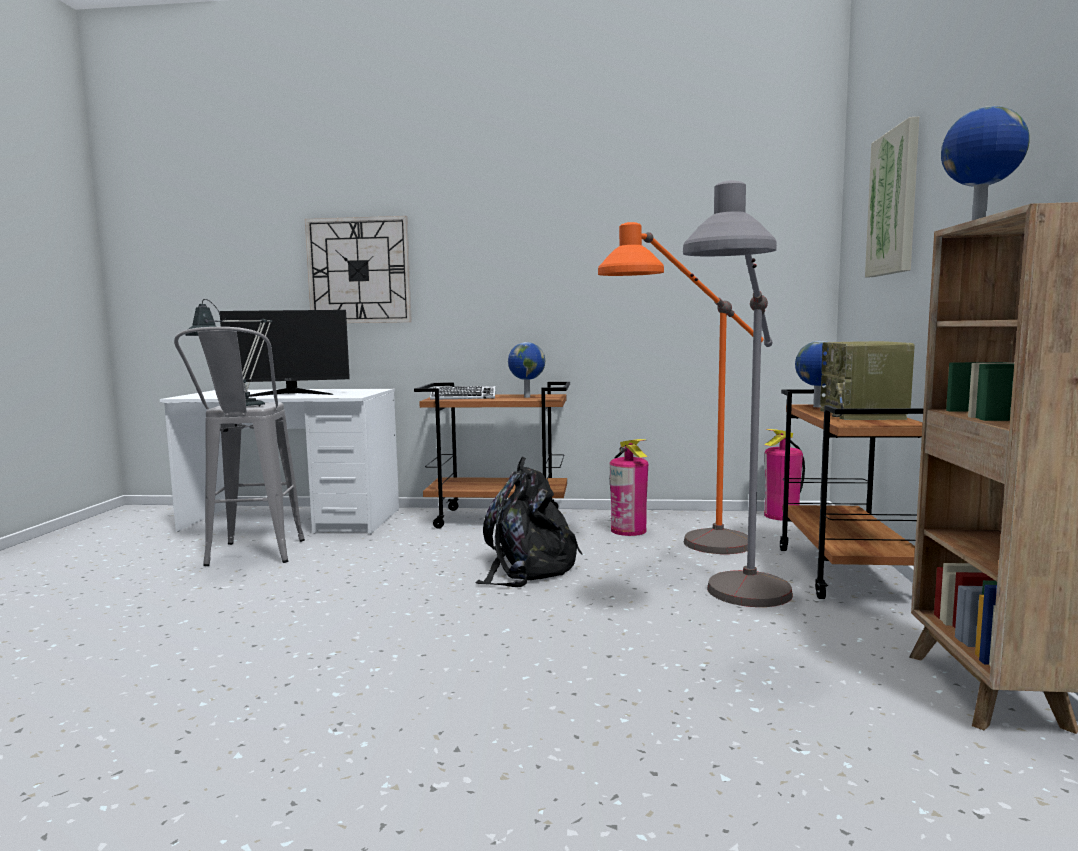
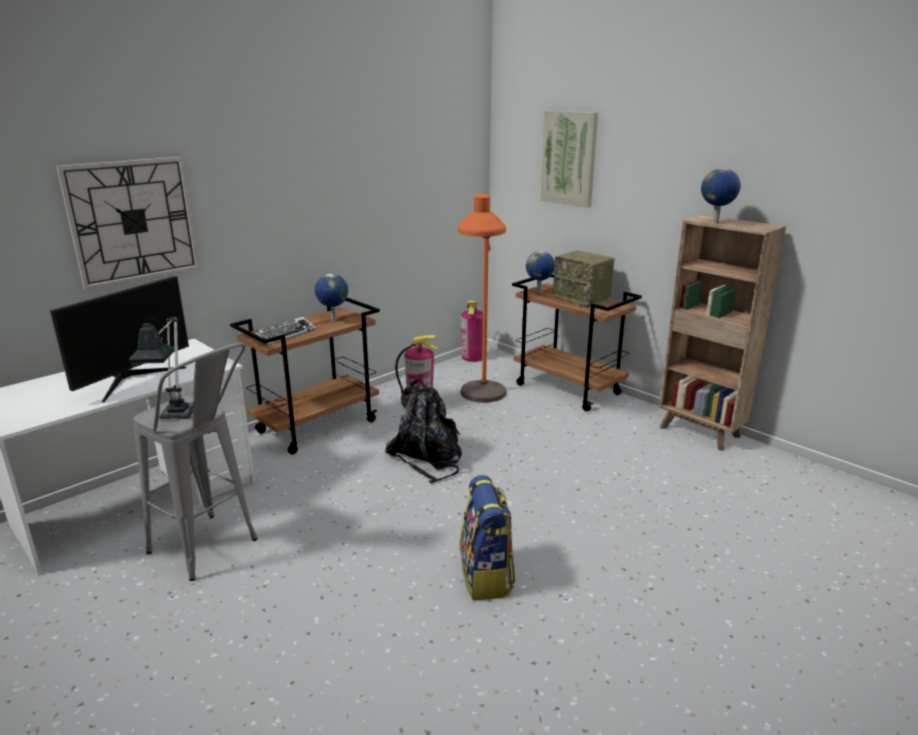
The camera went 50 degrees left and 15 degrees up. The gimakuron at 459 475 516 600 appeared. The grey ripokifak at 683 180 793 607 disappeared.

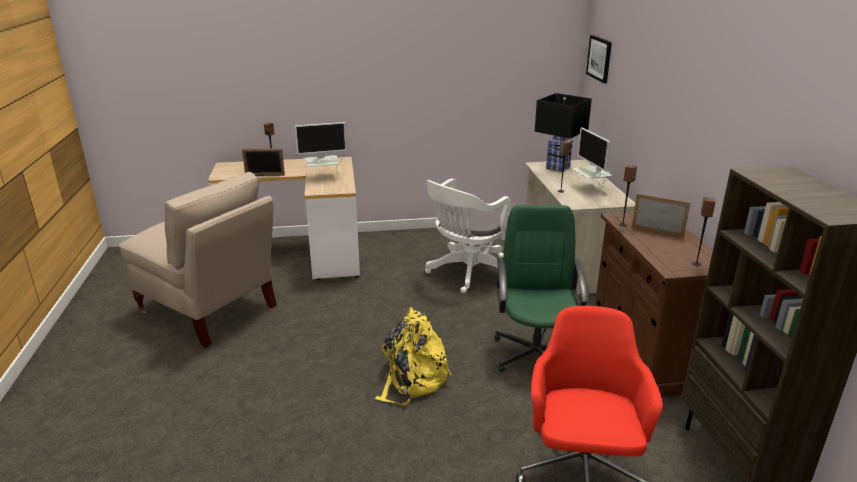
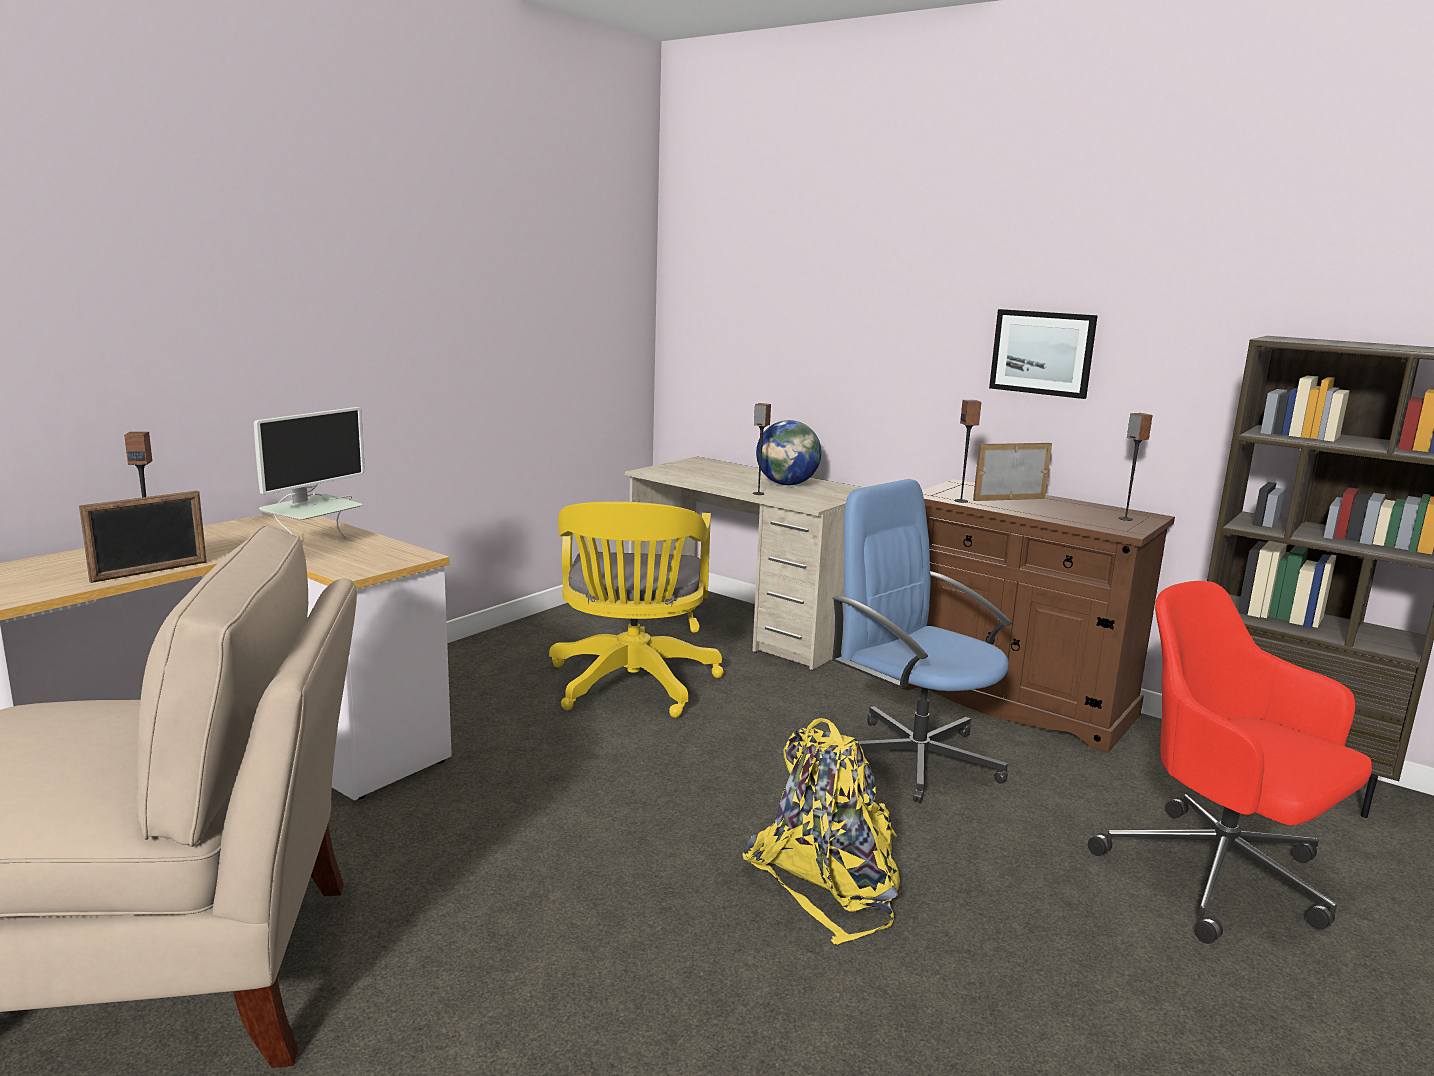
The camera went 45 degrees left and 10 degrees down. The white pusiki at 425 178 511 293 became the yellow pusiki at 549 501 724 718. The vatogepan at 573 127 612 192 was replaced by the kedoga at 756 420 821 485. The green pusiki at 494 205 590 372 became the blue pusiki at 832 479 1012 803. The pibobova moved from 586 35 612 83 to 989 309 1098 399. The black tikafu at 535 93 592 172 disappeared.

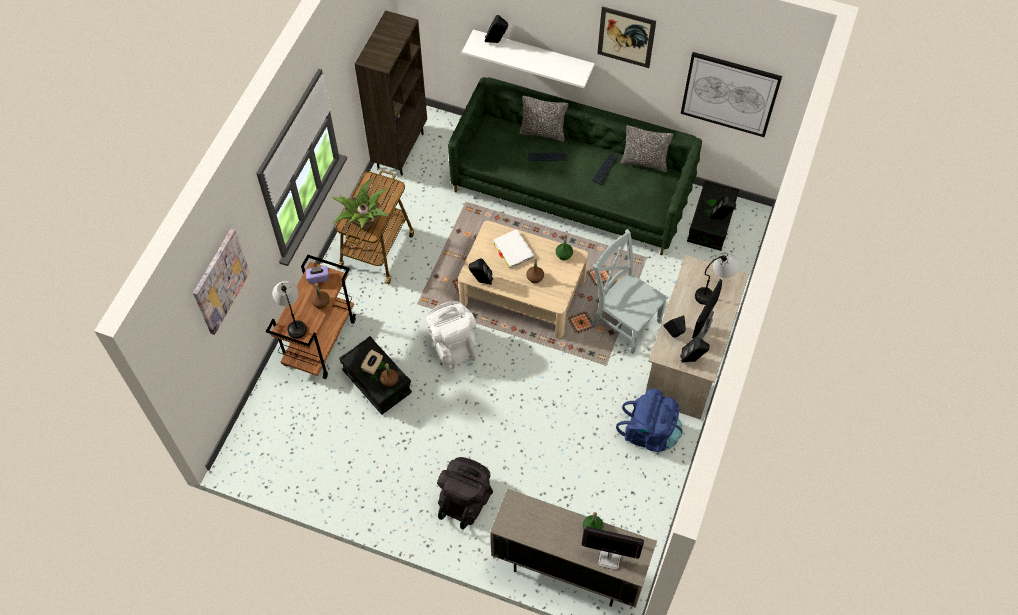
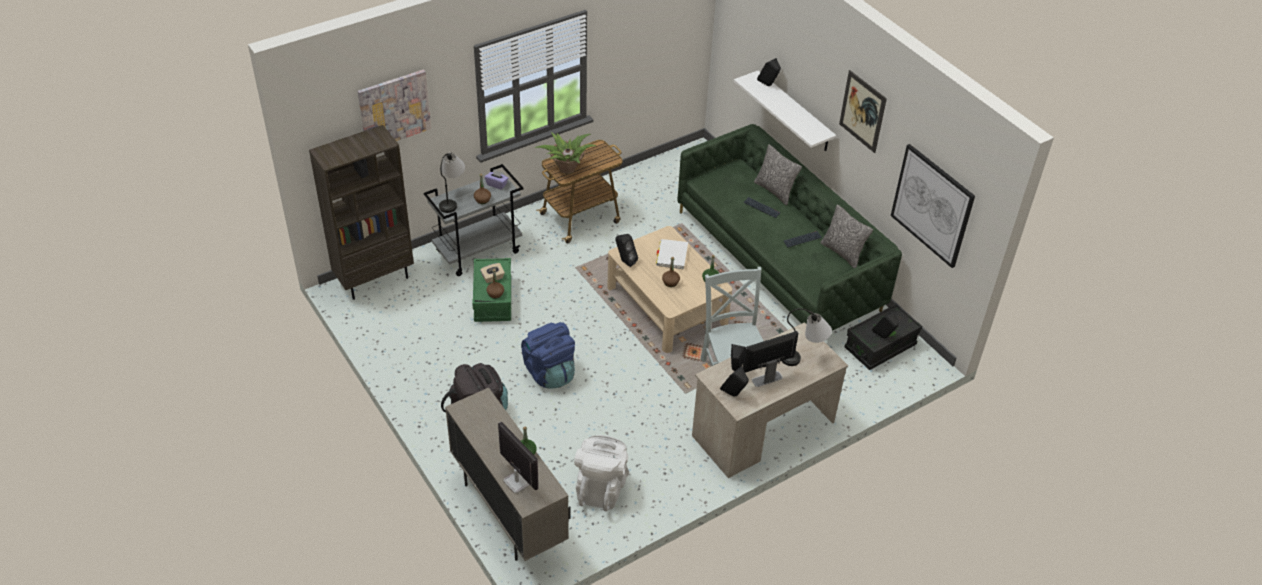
The camera went 35 degrees right and 15 degrees down. The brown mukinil moved from 355 10 427 176 to 309 125 414 300. The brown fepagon at 266 255 356 379 became the grey fepagon at 424 164 524 276. The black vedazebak at 339 336 412 415 became the green vedazebak at 472 258 511 322. The blue gimakuron moved from 616 388 683 452 to 521 322 575 389. The white gimakuron moved from 426 301 477 369 to 574 435 629 512.

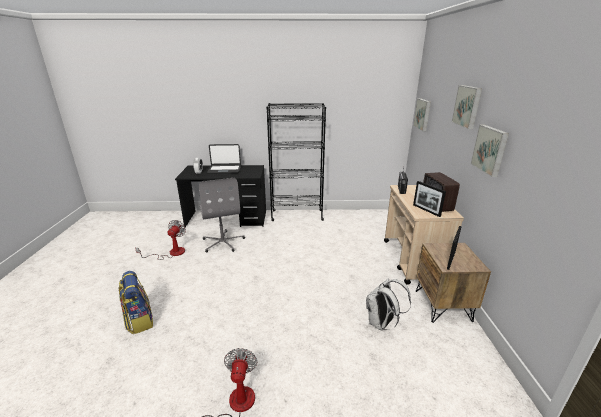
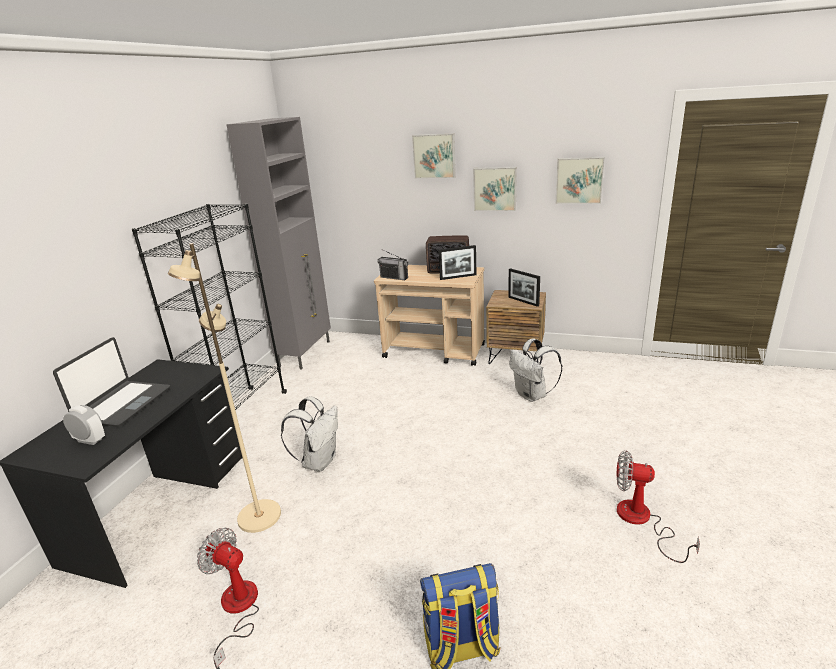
The camera went 70 degrees left and 0 degrees up. The grey pusiki at 199 178 245 252 was replaced by the beige ripokifak at 168 243 281 533. The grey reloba at 226 117 331 370 appeared. The white gimakuron at 281 396 338 472 appeared. The pibobova moved from 413 98 431 131 to 555 157 605 204.

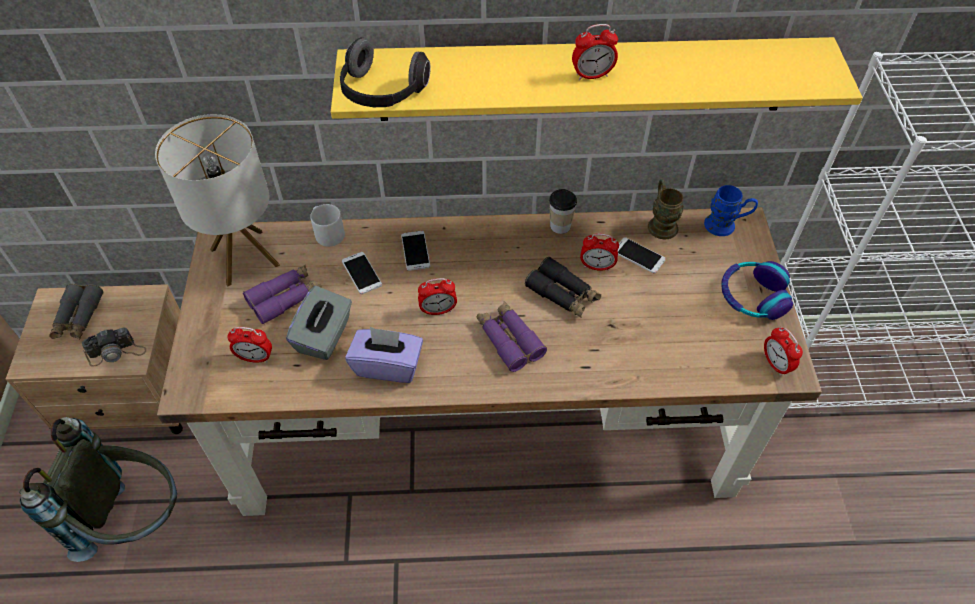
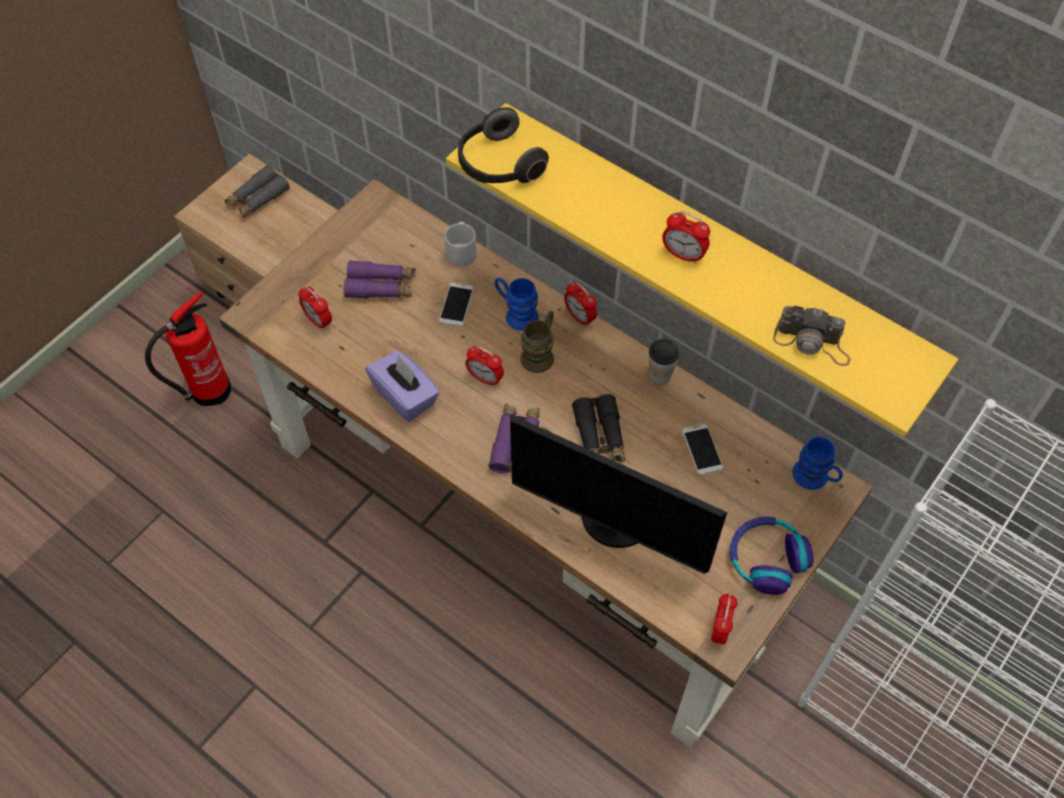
The camera went 40 degrees right and 5 degrees up. The grey gimakuron at 19 417 177 562 was replaced by the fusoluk at 145 292 231 406. The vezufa at 401 231 430 271 was replaced by the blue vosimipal at 495 278 539 331. The vatogepan at 510 414 727 574 appeared. The brown vosimipal moved from 648 179 683 239 to 520 311 554 373. The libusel moved from 580 233 619 271 to 564 282 597 327. The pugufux moved from 82 328 146 366 to 773 306 850 366. The tikafu at 155 114 280 286 disappeared. The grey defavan at 286 286 352 360 disappeared.

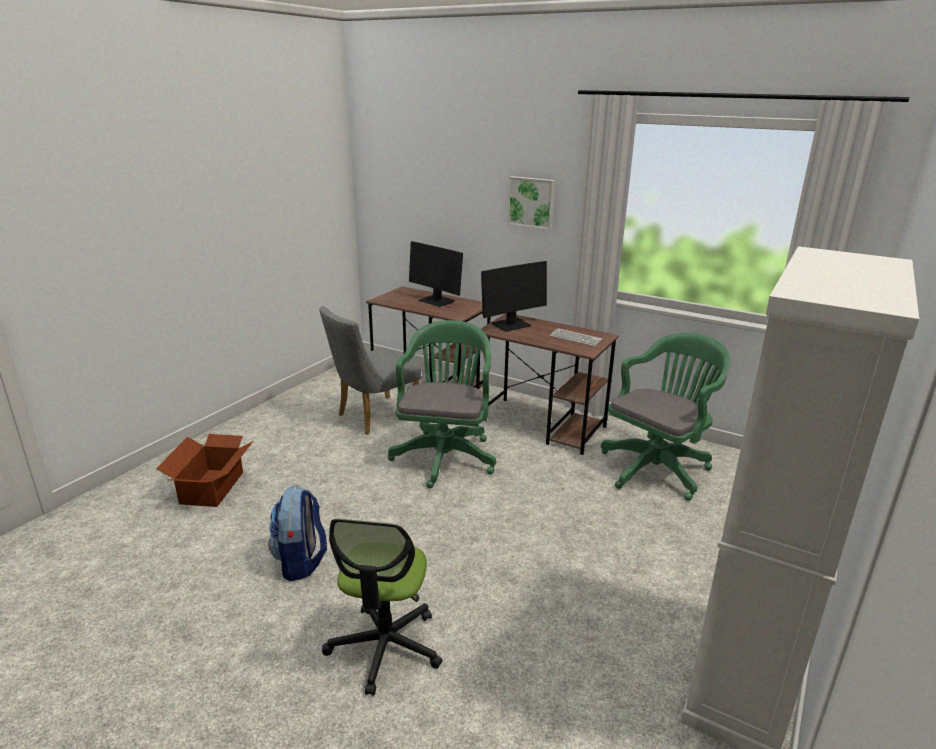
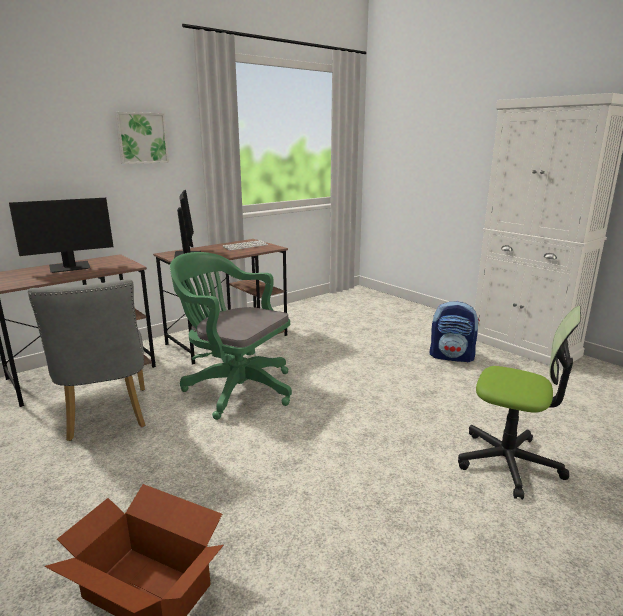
The camera went 70 degrees left and 5 degrees down. The gimakuron moved from 268 485 327 581 to 430 301 480 362. The green pusiki at 600 333 730 501 disappeared.

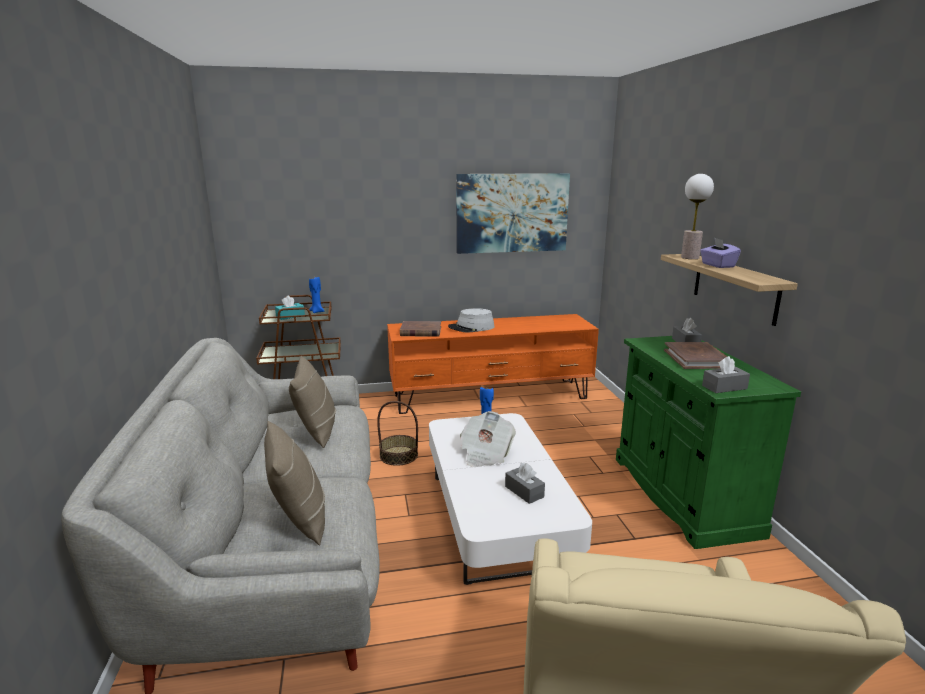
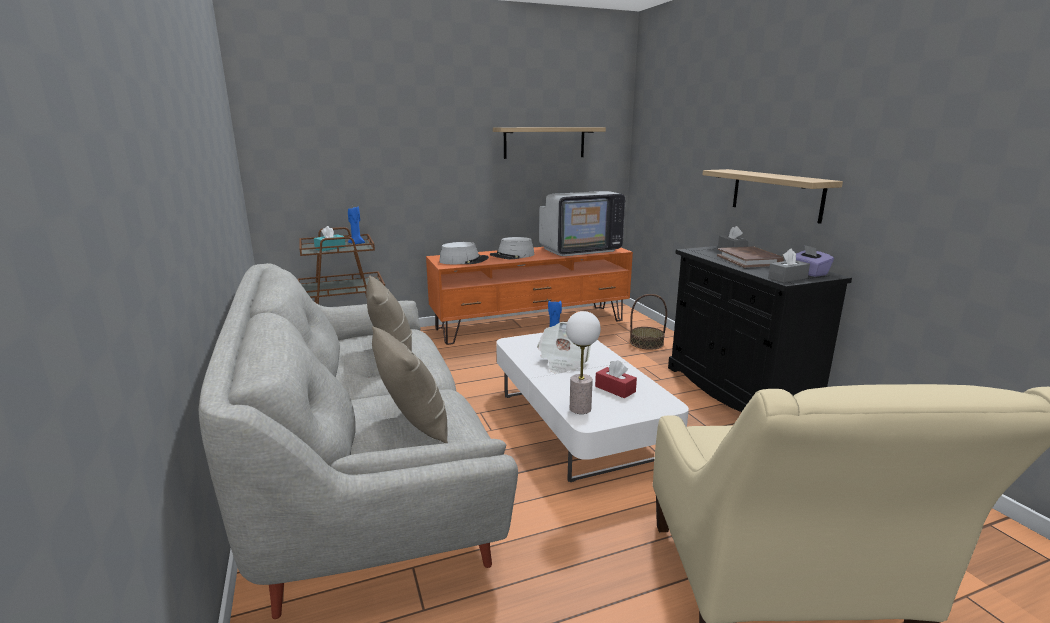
The camera went 10 degrees left and 0 degrees up. The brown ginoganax at 400 321 441 336 was replaced by the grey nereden at 439 242 489 264. The pibobova at 456 173 570 254 was replaced by the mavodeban at 493 127 606 159. The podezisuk at 539 191 625 256 appeared. The tikafu moved from 681 174 714 259 to 566 311 601 414. The grey defavan at 505 463 545 504 became the red defavan at 595 360 637 398. The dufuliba moved from 377 401 418 466 to 630 294 667 350. The green reloba at 616 336 801 549 became the black reloba at 668 246 852 412. The purple defavan moved from 700 238 741 268 to 796 245 834 277.

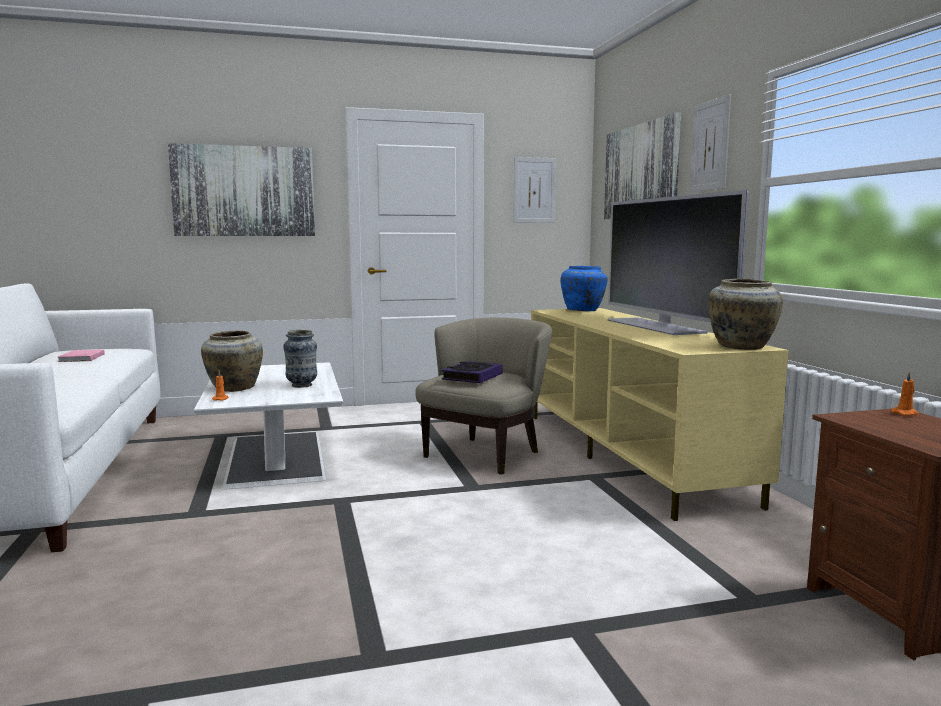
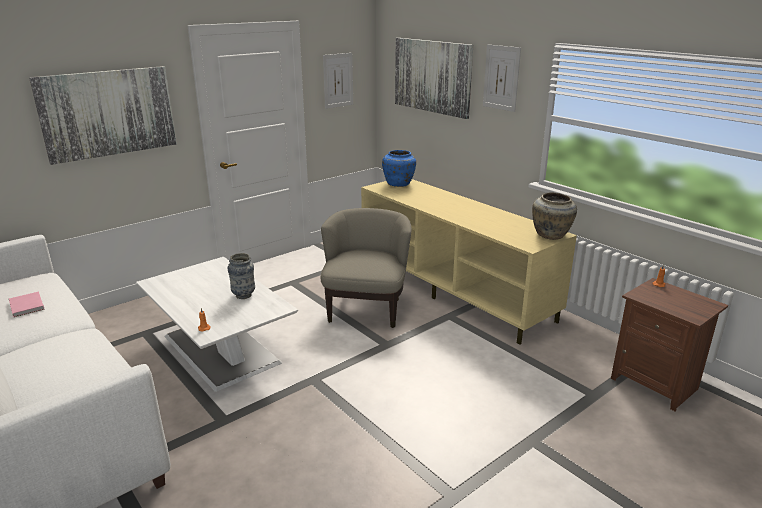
The camera went 25 degrees left and 15 degrees up. The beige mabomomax at 201 331 263 392 disappeared. The ginoganax at 442 361 503 383 disappeared. The podezisuk at 607 190 749 335 disappeared.

